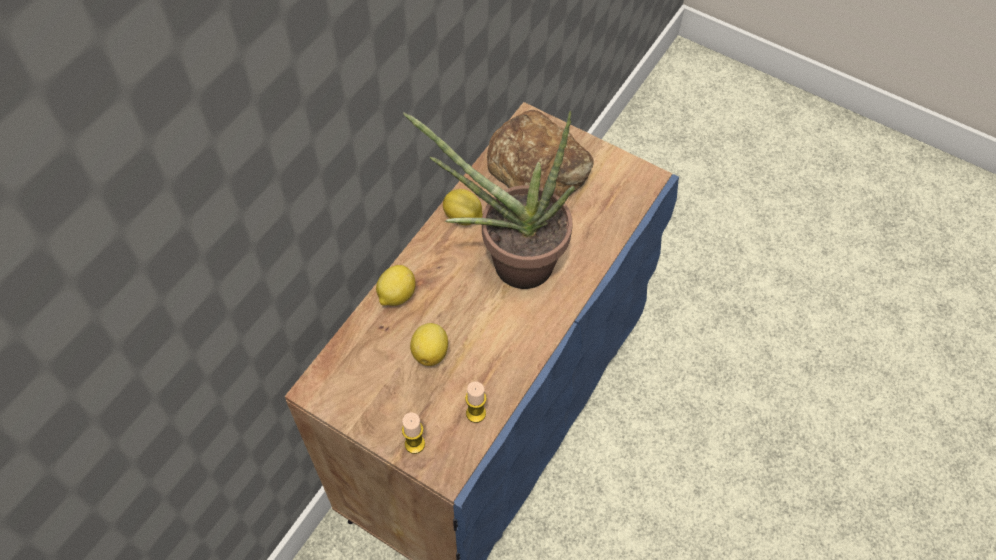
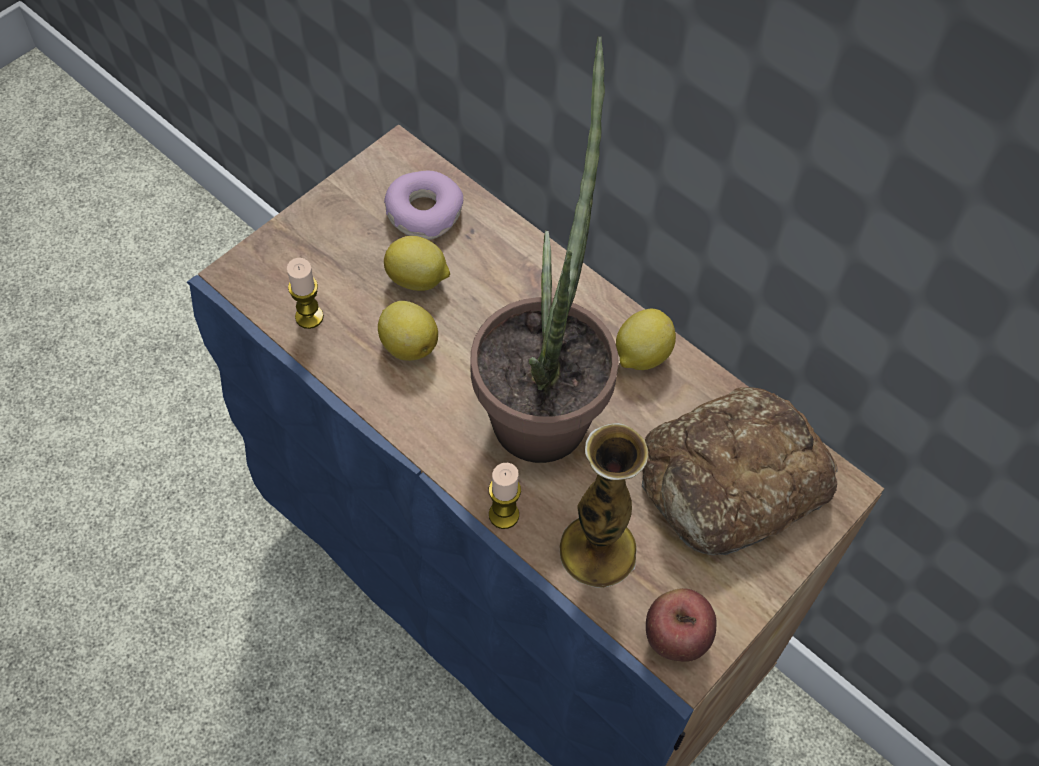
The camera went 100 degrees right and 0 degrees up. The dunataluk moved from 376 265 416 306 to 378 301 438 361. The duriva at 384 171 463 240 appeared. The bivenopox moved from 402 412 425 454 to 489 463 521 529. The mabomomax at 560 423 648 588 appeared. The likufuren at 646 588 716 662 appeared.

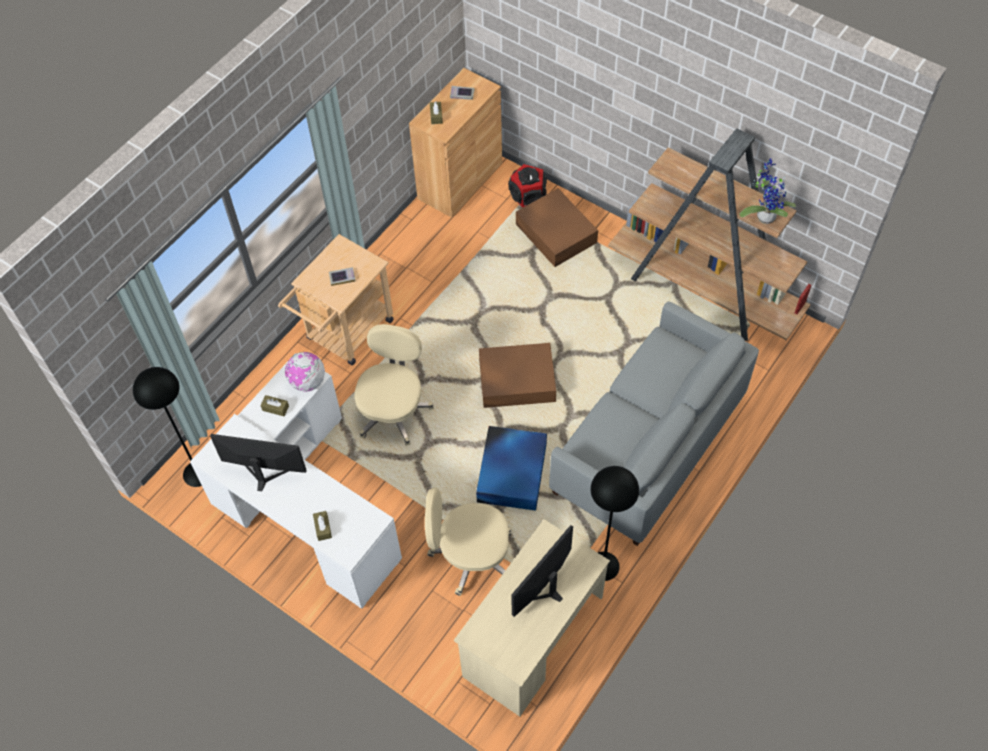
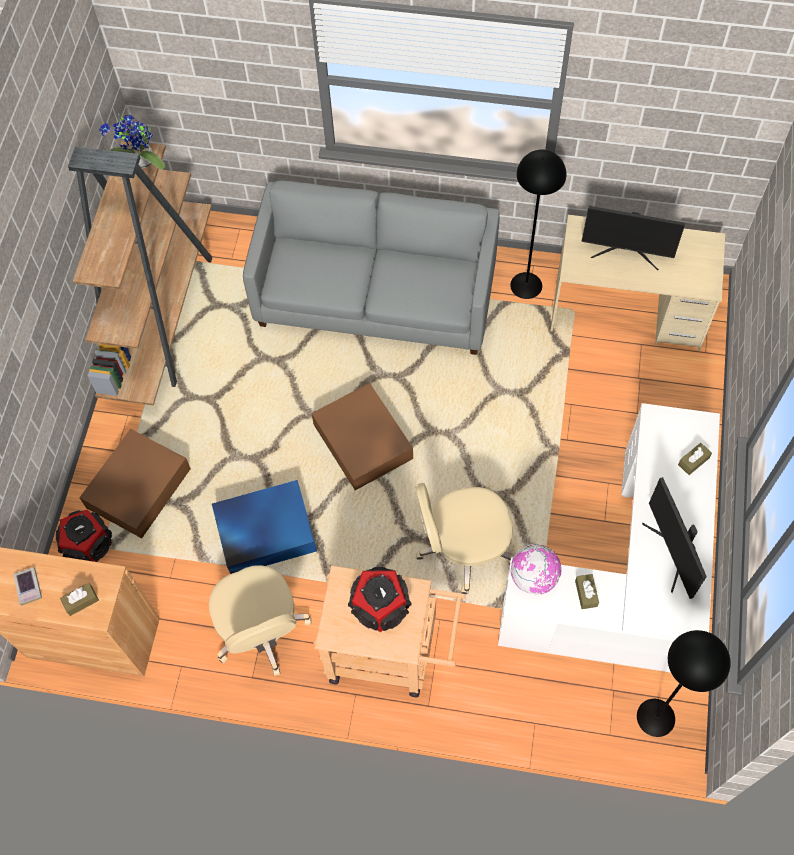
The camera went 115 degrees left and 5 degrees up. The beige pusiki moved from 425 488 511 596 to 209 565 311 676. The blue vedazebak moved from 476 426 547 511 to 212 480 317 574. The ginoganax at 329 267 356 286 was replaced by the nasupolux at 348 567 412 632.

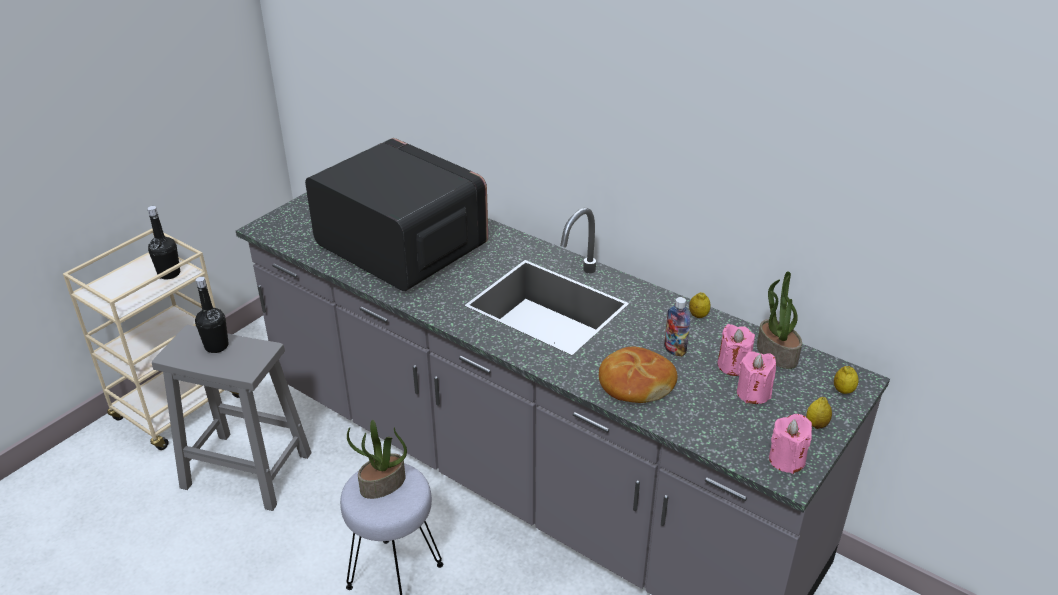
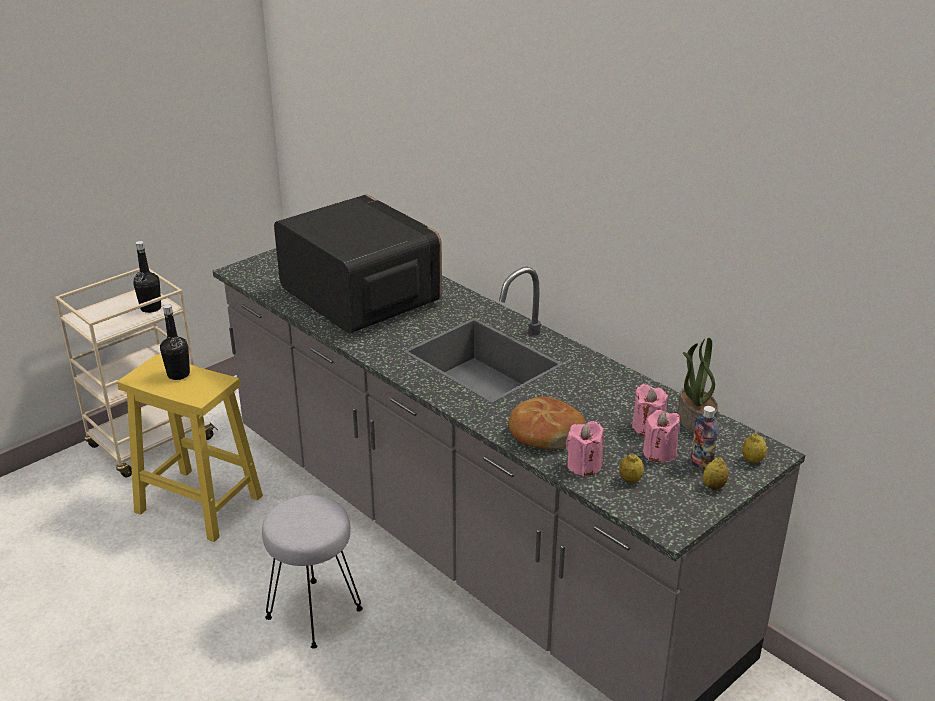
The camera went 10 degrees right and 5 degrees down. The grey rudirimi at 152 325 312 511 became the yellow rudirimi at 117 354 263 542. The pink bivenopox moved from 769 414 812 474 to 566 421 604 477. The dunataluk moved from 689 292 710 318 to 619 453 644 483. The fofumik moved from 664 297 690 357 to 690 406 718 470. The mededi at 347 420 407 499 disappeared.

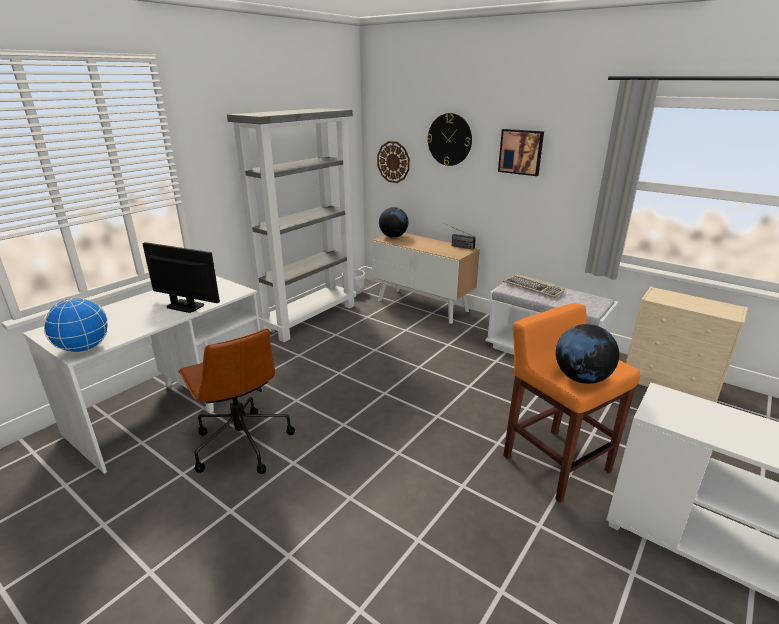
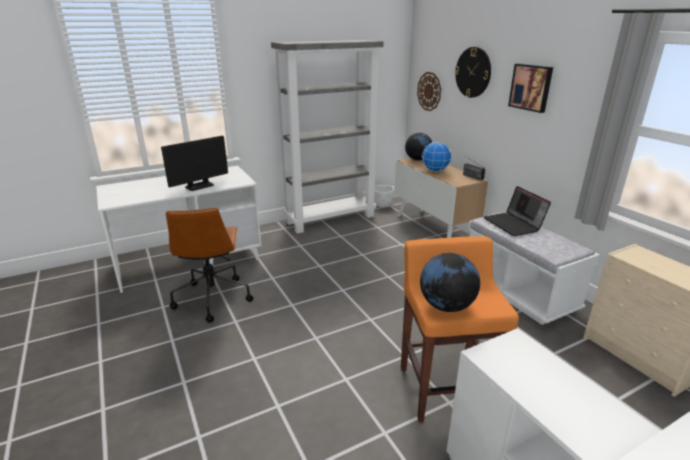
The camera went 25 degrees right and 0 degrees up. The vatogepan at 142 242 220 313 turned 90 degrees clockwise. The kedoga moved from 44 297 108 353 to 422 142 452 171. The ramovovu at 503 274 565 298 was replaced by the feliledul at 484 186 551 236.

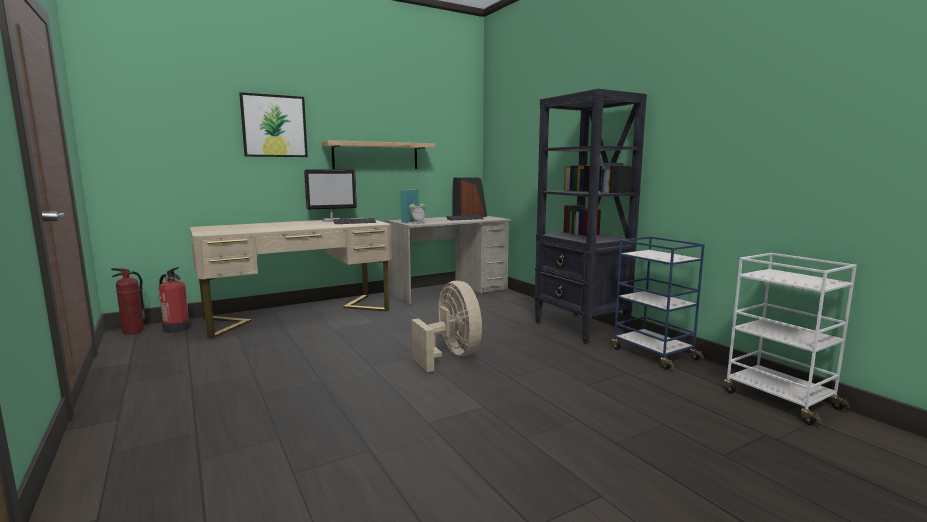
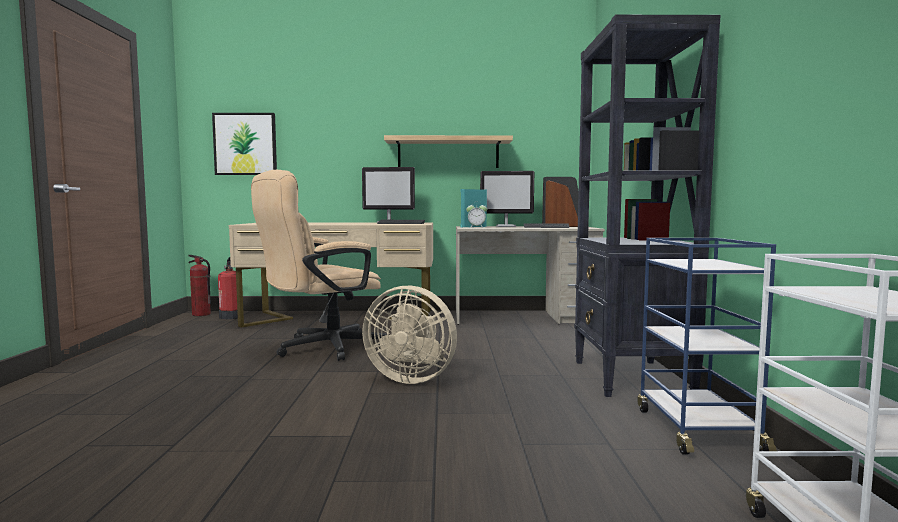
The camera went 30 degrees right and 5 degrees down. The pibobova moved from 239 92 308 157 to 212 113 277 175. The beige pusiki at 251 170 387 361 appeared. The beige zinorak at 412 281 482 372 turned 105 degrees clockwise. The vatogepan at 480 171 534 227 appeared.

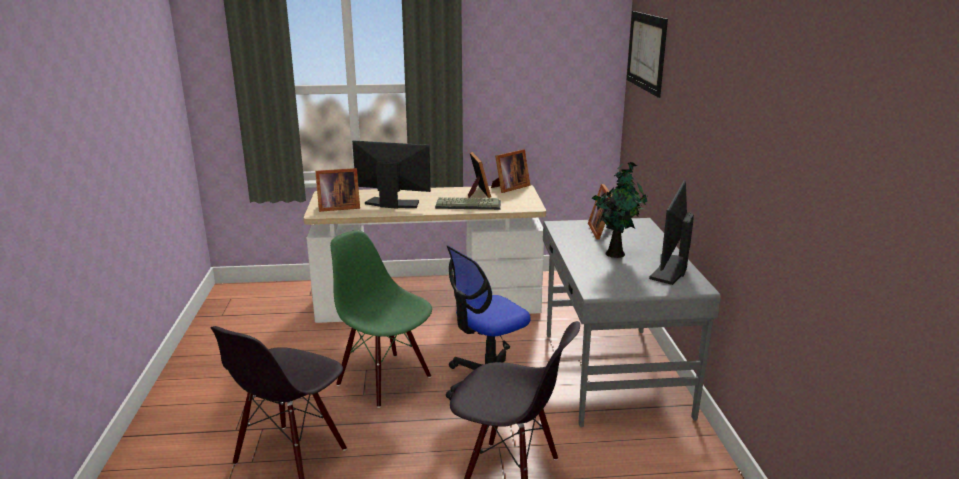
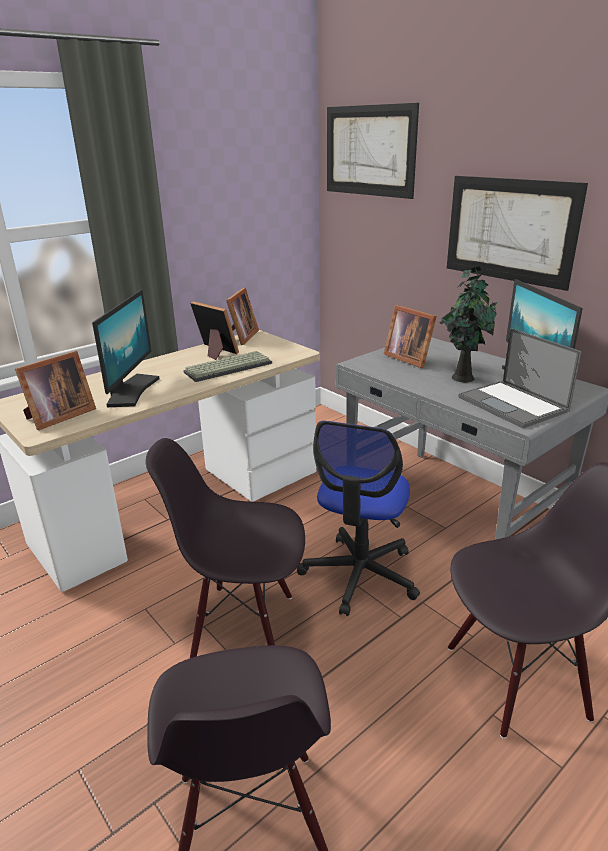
The camera went 35 degrees left and 5 degrees up. The vatogepan at 352 141 431 209 turned 120 degrees clockwise. The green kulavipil at 330 230 432 408 became the black kulavipil at 145 438 305 658. The pibobova at 447 176 588 291 appeared. The feliledul at 458 328 582 428 appeared.

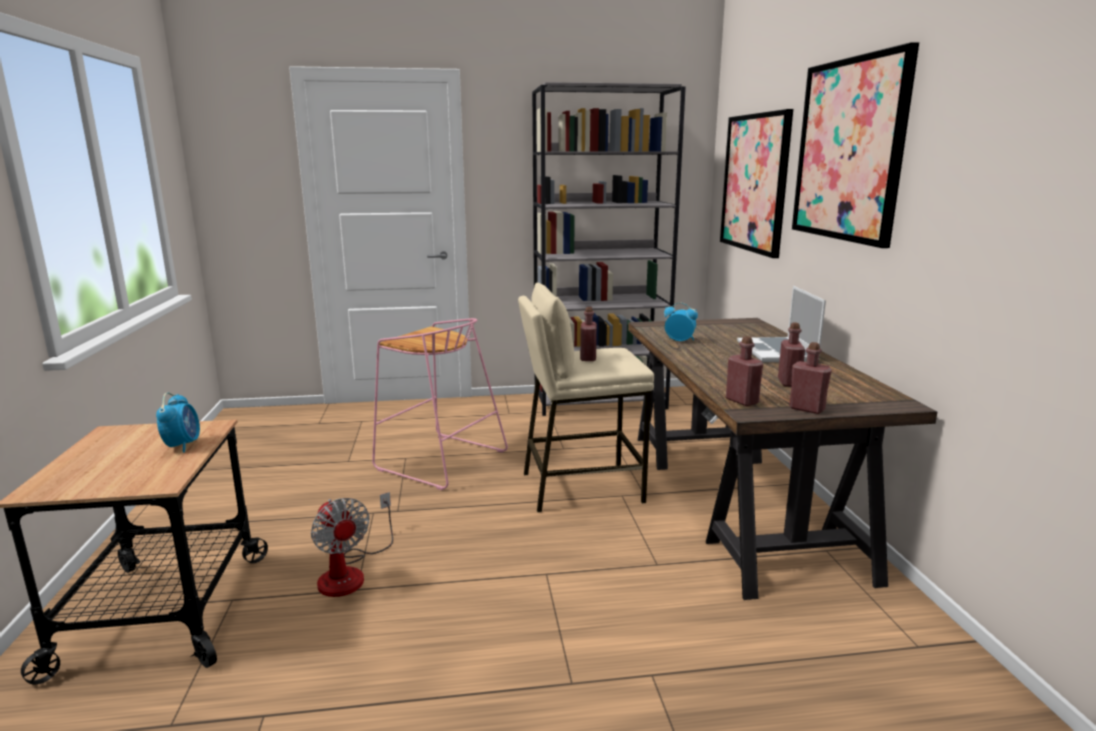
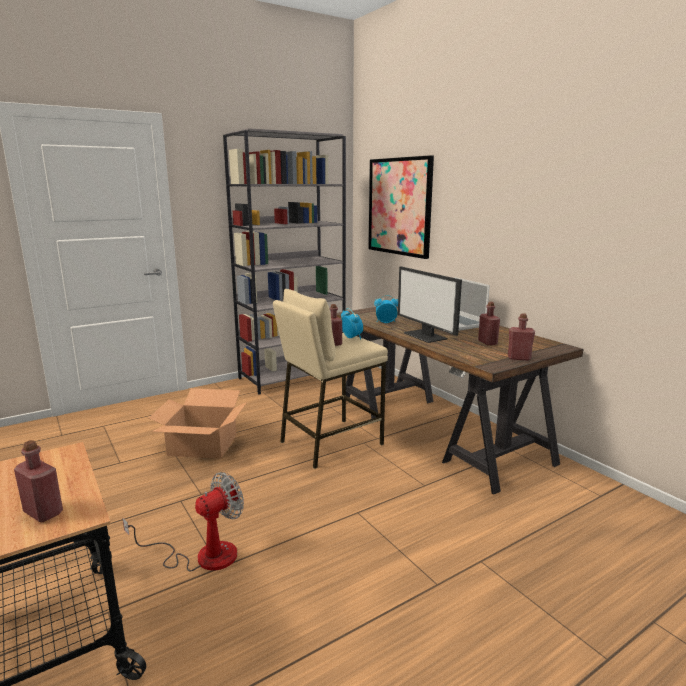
The camera went 25 degrees left and 0 degrees up. The red fofumik moved from 726 336 763 406 to 14 440 63 522. The zinorak at 311 492 393 597 turned 75 degrees counterclockwise. The pink rudirimi at 372 318 508 490 was replaced by the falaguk at 149 388 247 459. The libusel moved from 156 392 200 453 to 341 308 363 340. The vatogepan at 398 266 462 343 appeared. The pibobova at 792 42 919 248 disappeared.

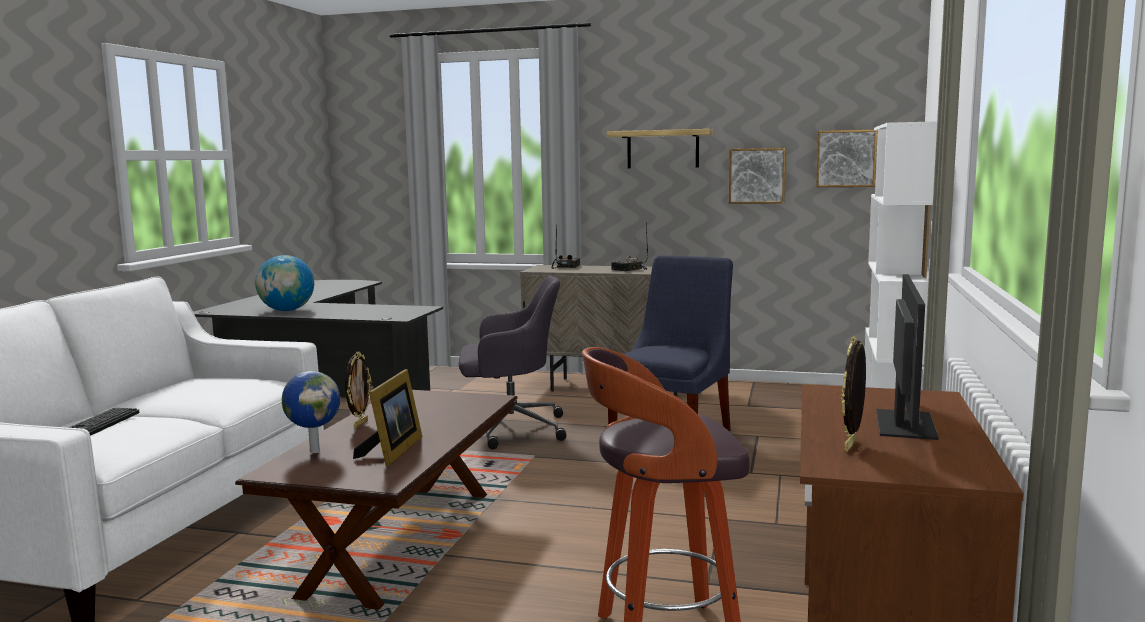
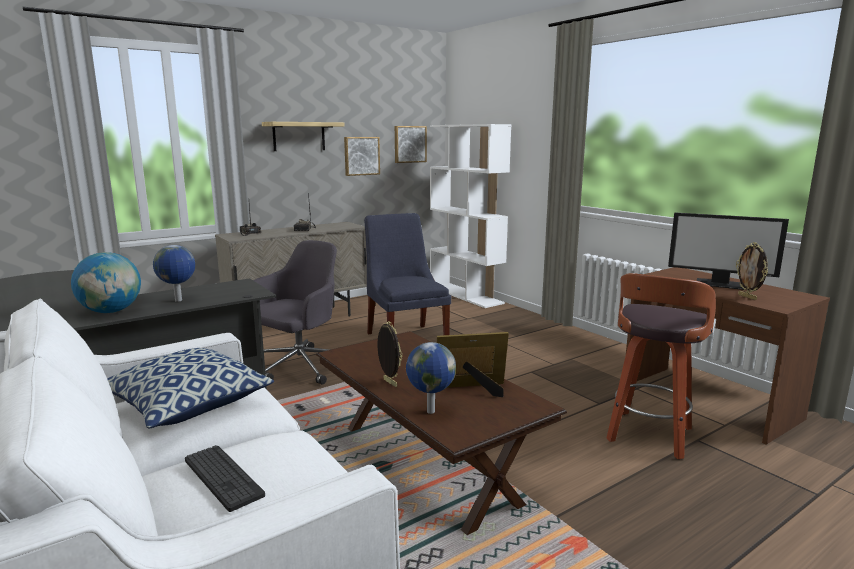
The camera went 50 degrees left and 5 degrees up. The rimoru at 107 348 274 429 appeared. The kedoga at 153 245 195 302 appeared. The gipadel at 353 369 422 466 turned 60 degrees counterclockwise. The vatogepan at 876 274 939 440 turned 150 degrees clockwise.

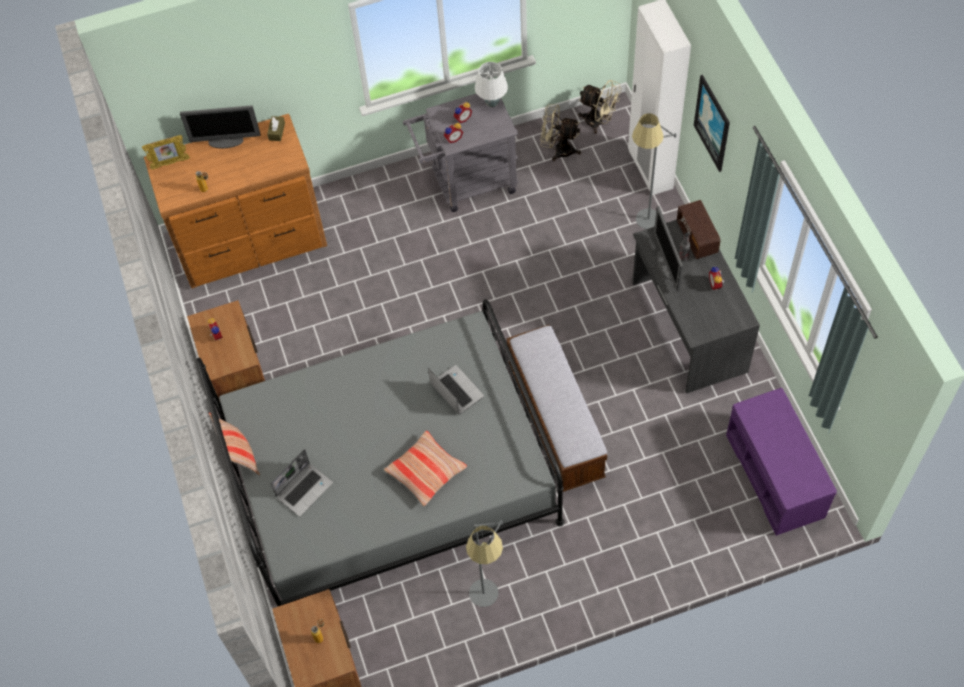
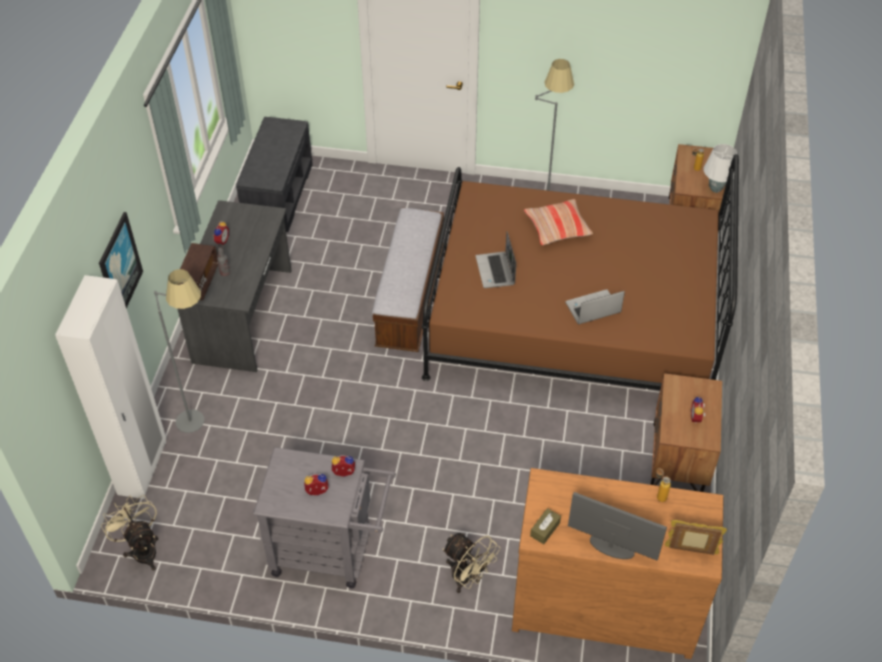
The camera went 155 degrees left and 10 degrees down. The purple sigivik at 726 388 837 536 became the grey sigivik at 236 117 313 232. The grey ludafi at 196 299 565 606 became the brown ludafi at 422 154 739 390. The beige zinorak moved from 540 104 581 161 to 442 533 500 593. The feliledul moved from 270 449 333 517 to 565 289 625 324. The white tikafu moved from 475 62 508 107 to 704 144 737 193. The rimoru at 209 412 260 476 disappeared. The vatogepan at 654 206 683 291 disappeared.

